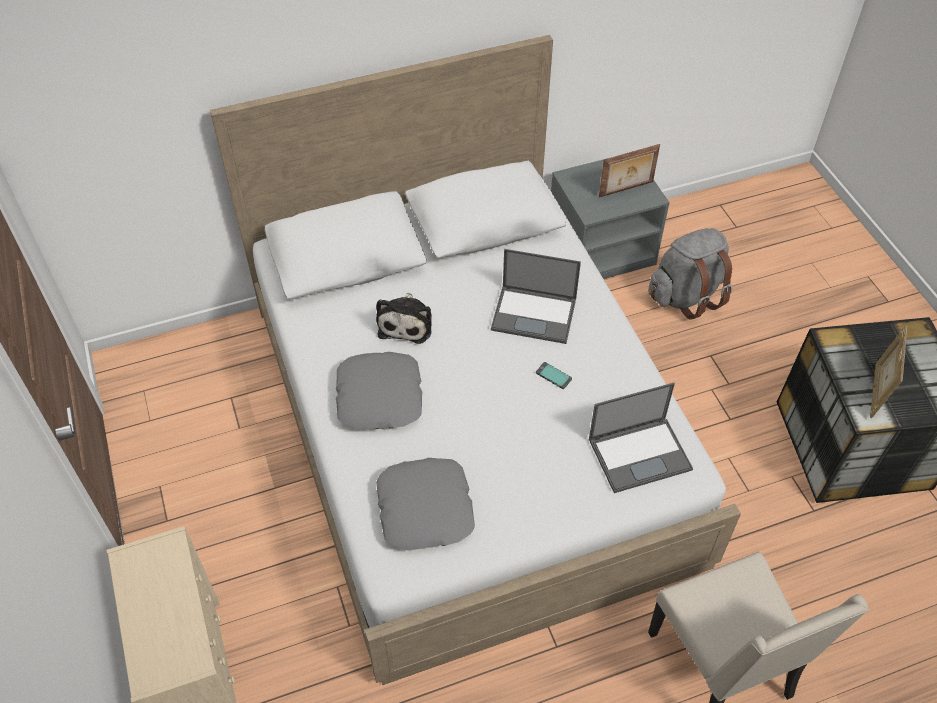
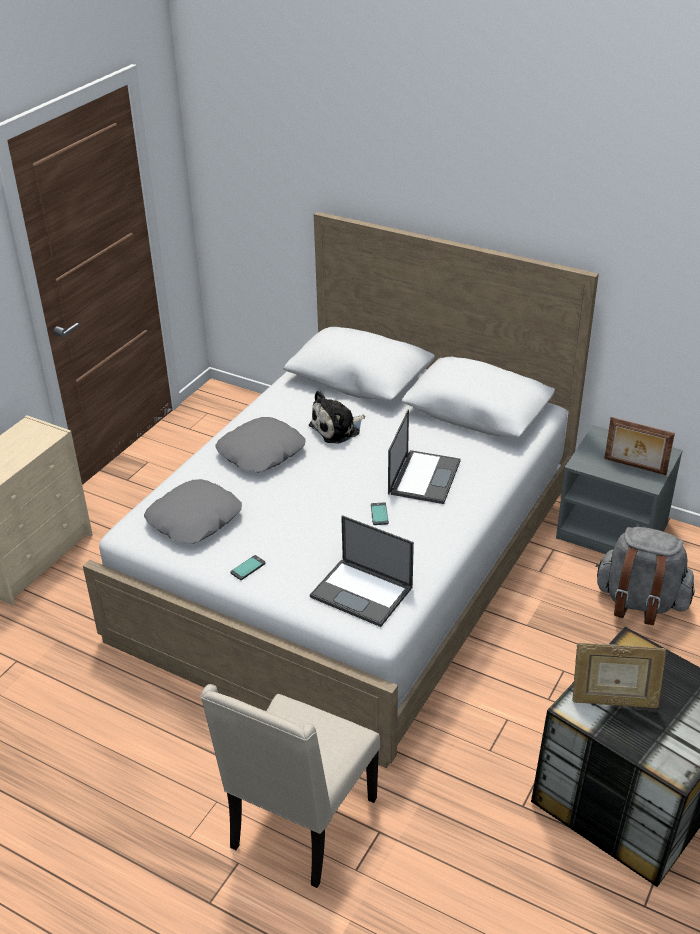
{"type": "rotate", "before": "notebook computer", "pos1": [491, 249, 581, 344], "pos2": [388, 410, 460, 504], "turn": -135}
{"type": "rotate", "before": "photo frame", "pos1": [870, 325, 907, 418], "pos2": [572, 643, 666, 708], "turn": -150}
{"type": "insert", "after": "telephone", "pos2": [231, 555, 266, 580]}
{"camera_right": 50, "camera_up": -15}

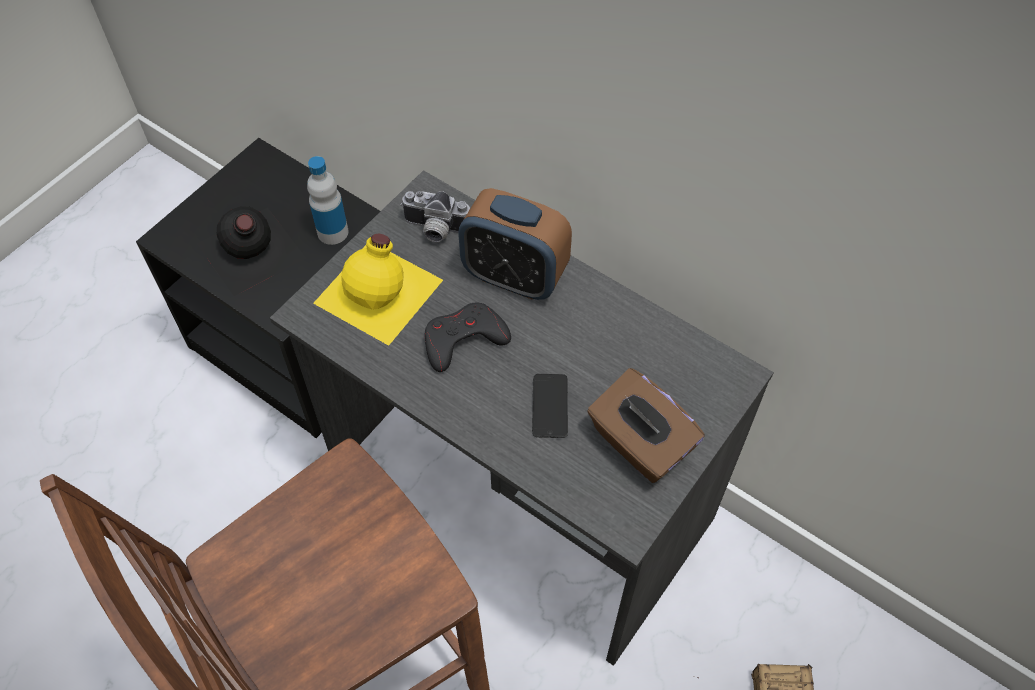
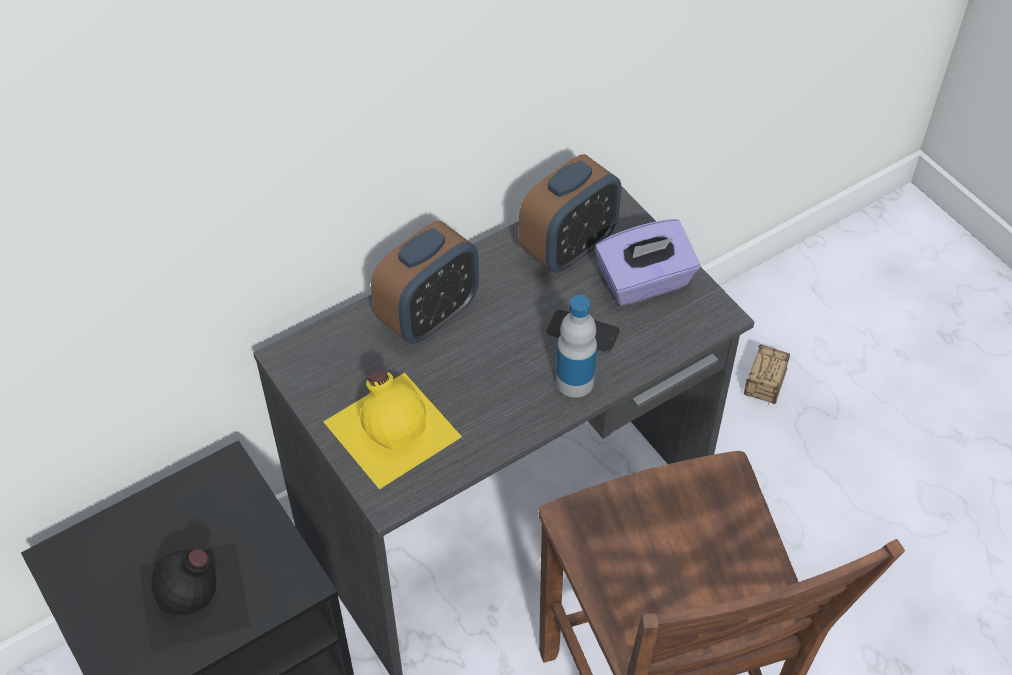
{"type": "move", "before": "bottle", "pos1": [307, 156, 348, 245], "pos2": [556, 295, 597, 398]}
{"type": "delete", "before": "still camera", "pos1": [401, 191, 470, 242]}
{"type": "delete", "before": "game controller/blackish", "pos1": [425, 302, 511, 372]}
{"type": "recolor", "before": "tissue box/brown", "after": "tissue box/purple", "pos1": [587, 368, 705, 483], "pos2": [595, 219, 700, 306]}
{"type": "insert", "after": "bedside clock", "pos2": [519, 154, 621, 273]}
{"camera_right": -70, "camera_up": -5}

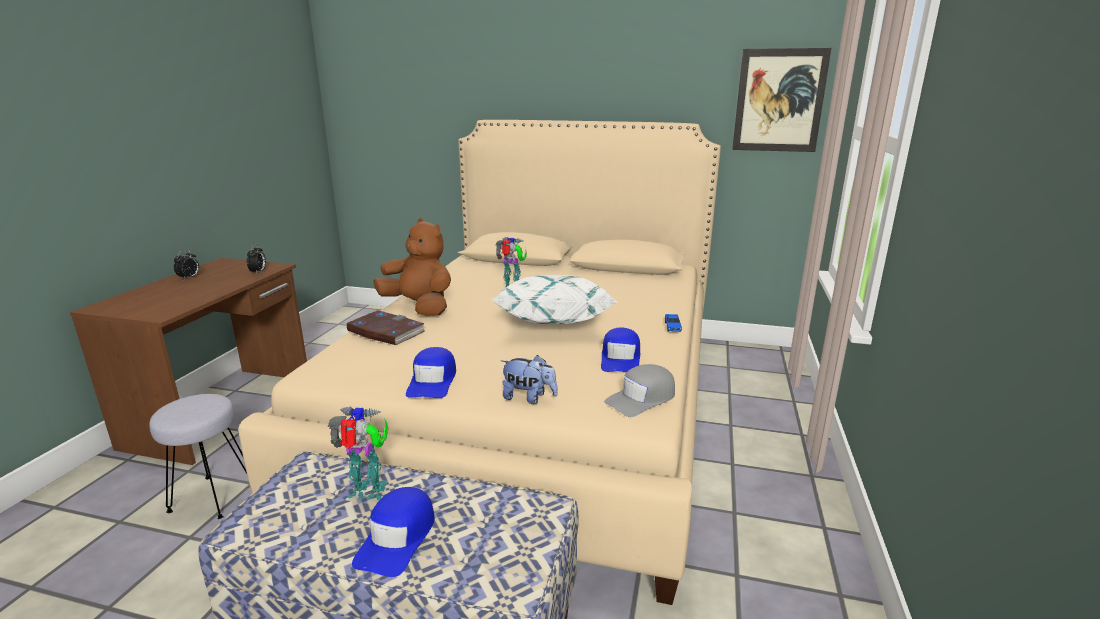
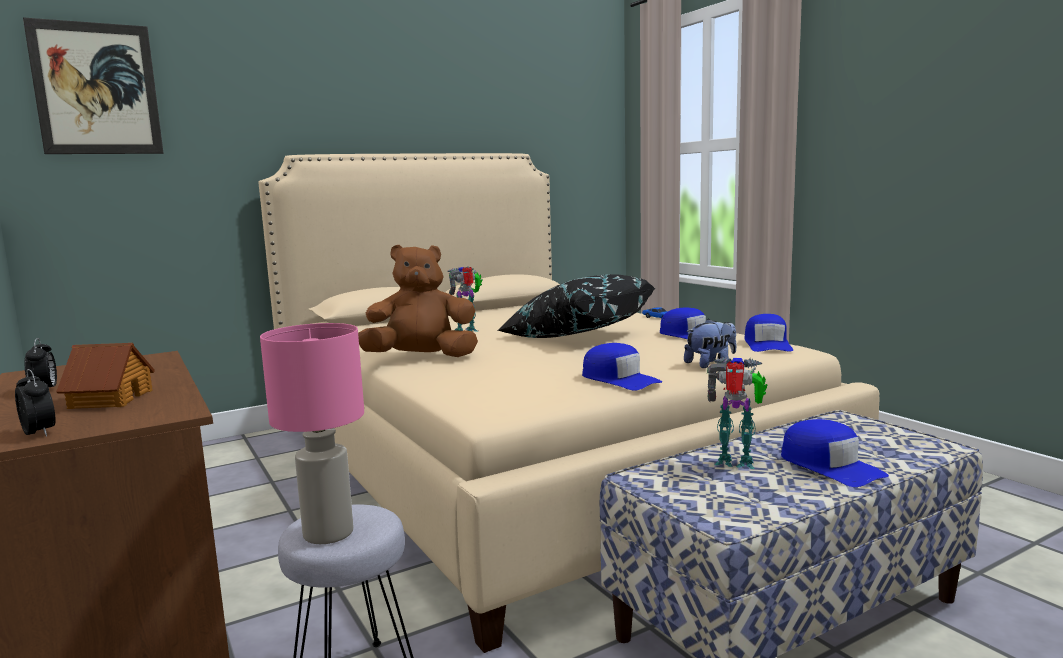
{"type": "move", "before": "wall art", "pos1": [732, 48, 831, 152], "pos2": [23, 17, 164, 154]}
{"type": "move", "before": "bedside clock", "pos1": [247, 244, 266, 274], "pos2": [15, 369, 55, 437]}
{"type": "recolor", "before": "cushion/whitish", "after": "cushion/blackish", "pos1": [491, 275, 618, 324], "pos2": [497, 274, 655, 338]}
{"type": "delete", "before": "book", "pos1": [347, 310, 426, 345]}
{"type": "recolor", "before": "baseball cap/greyish", "after": "baseball cap/blue-coloured", "pos1": [604, 364, 675, 417], "pos2": [744, 314, 793, 352]}
{"type": "rotate", "before": "model robot", "pos1": [328, 406, 388, 500], "pos2": [707, 357, 767, 469], "turn": 60}
{"type": "insert", "after": "tabletop lamp/pink-coloured", "pos2": [260, 323, 364, 544]}
{"type": "insert", "after": "model house", "pos2": [56, 343, 155, 409]}
{"camera_right": -45, "camera_up": -10}

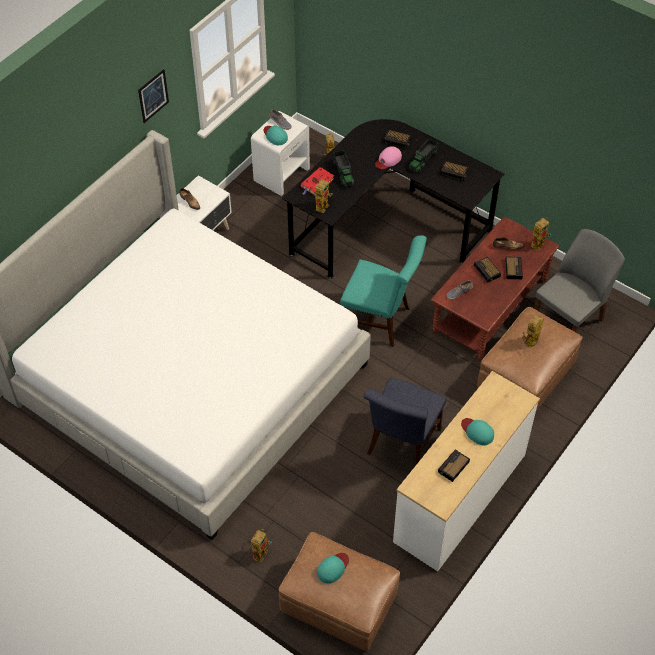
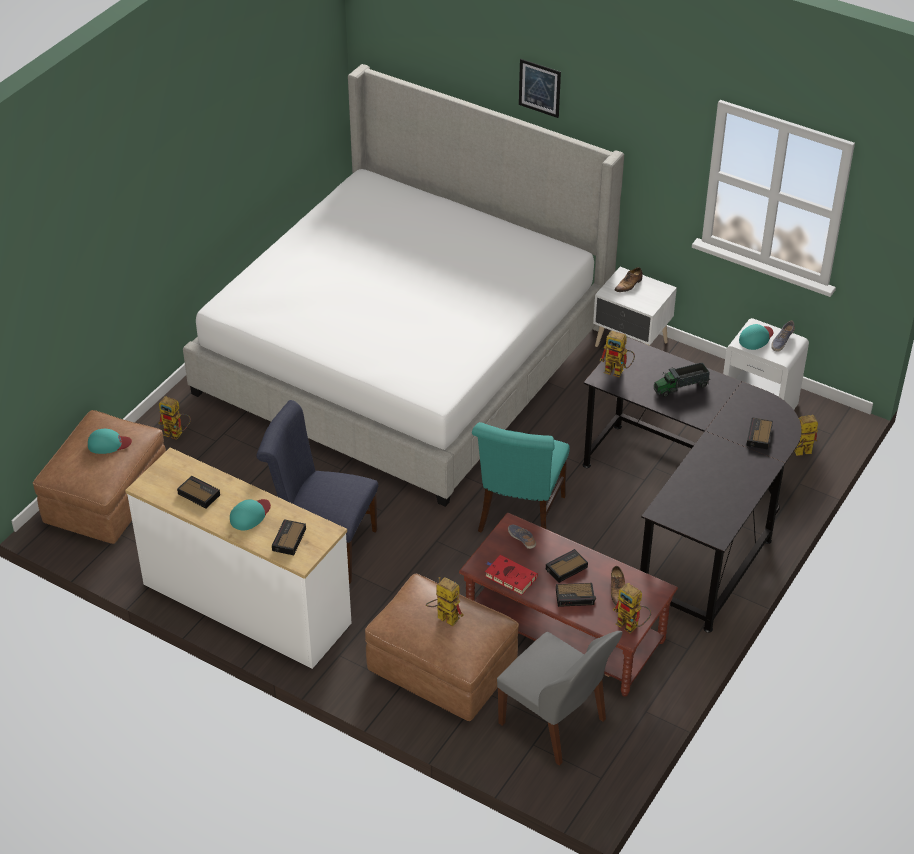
{"type": "move", "before": "wall art", "pos1": [138, 69, 169, 123], "pos2": [519, 59, 561, 118]}
{"type": "delete", "before": "toy truck", "pos1": [409, 138, 439, 172]}
{"type": "delete", "before": "baseball cap/pink-coloured", "pos1": [375, 146, 402, 169]}
{"type": "move", "before": "bedside clock", "pos1": [440, 161, 468, 181], "pos2": [272, 519, 306, 555]}
{"type": "move", "before": "book/reddish", "pos1": [300, 167, 334, 195], "pos2": [485, 555, 538, 595]}
{"type": "rotate", "before": "baseball cap/blue-green", "pos1": [317, 553, 349, 584], "pos2": [88, 429, 132, 454], "turn": -45}
{"camera_right": 85, "camera_up": -10}

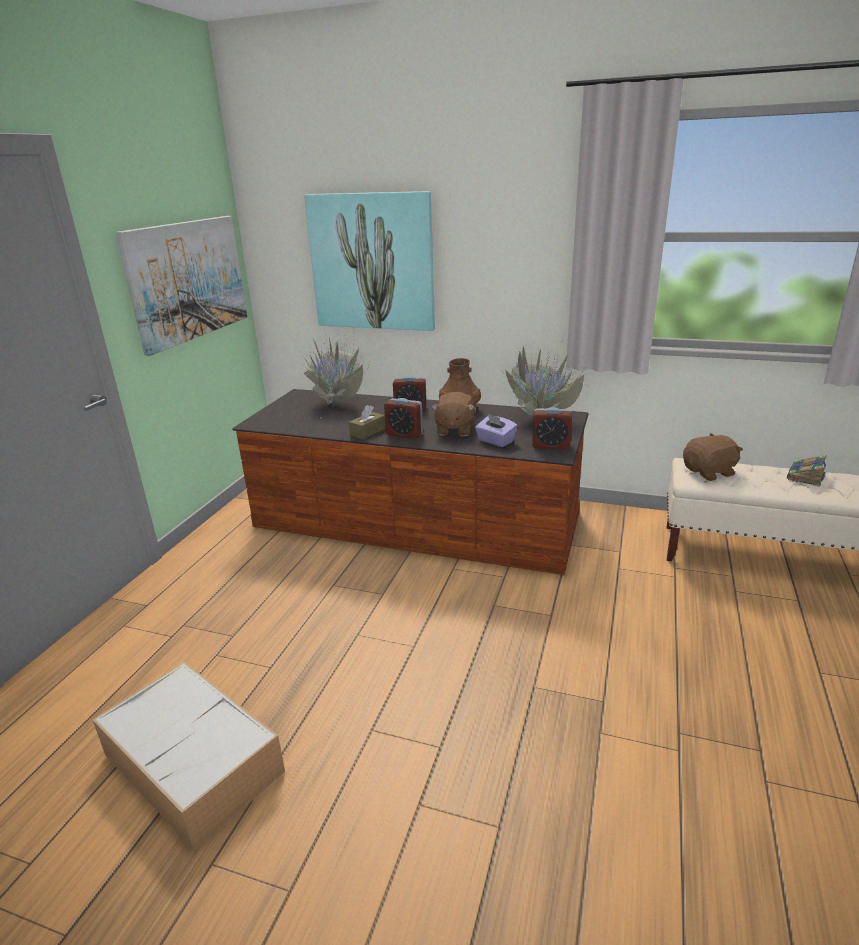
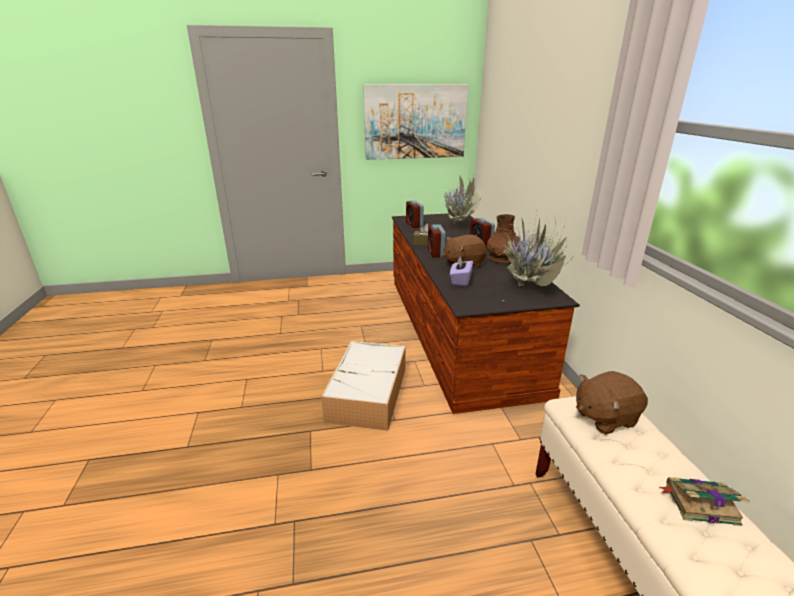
{"type": "delete", "before": "wall art", "pos1": [304, 191, 435, 331]}
{"type": "move", "before": "bedside clock", "pos1": [532, 407, 572, 449], "pos2": [406, 200, 424, 228]}
{"type": "rotate", "before": "soft toy/brown", "pos1": [683, 433, 743, 481], "pos2": [576, 371, 648, 435], "turn": 120}
{"type": "move", "before": "storage container", "pos1": [92, 662, 285, 850], "pos2": [321, 341, 406, 431]}
{"camera_right": 60, "camera_up": 0}

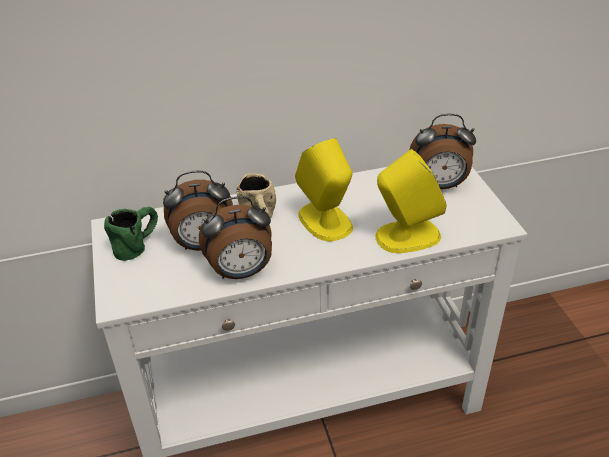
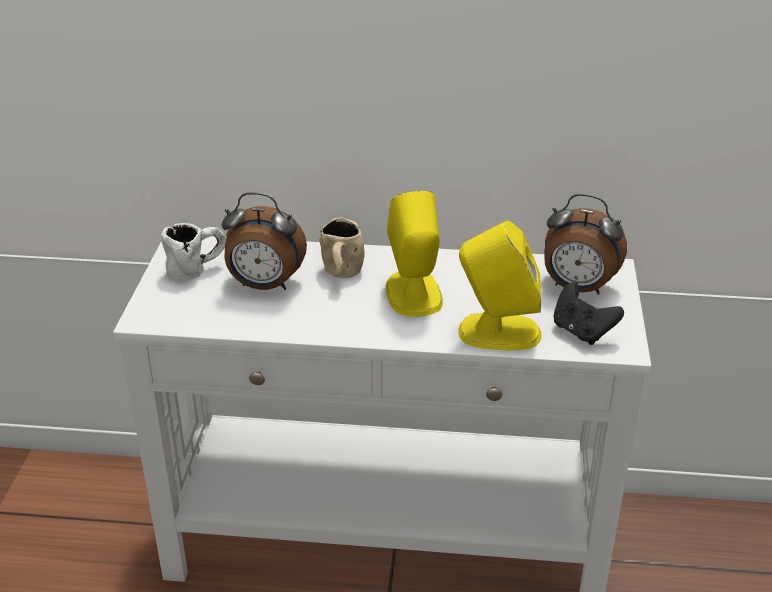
{"type": "delete", "before": "bedside clock", "pos1": [199, 196, 272, 279]}
{"type": "recolor", "before": "coffee mug/green-coloured", "after": "coffee mug/whitish", "pos1": [104, 207, 158, 261], "pos2": [161, 223, 226, 281]}
{"type": "insert", "after": "game controller/blackish", "pos2": [554, 282, 624, 345]}
{"camera_right": 20, "camera_up": -5}

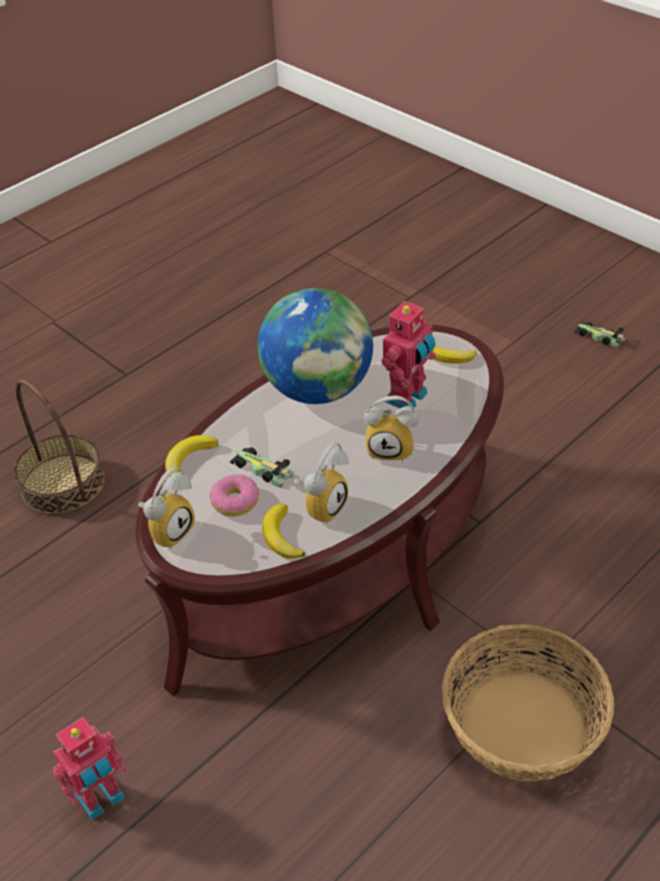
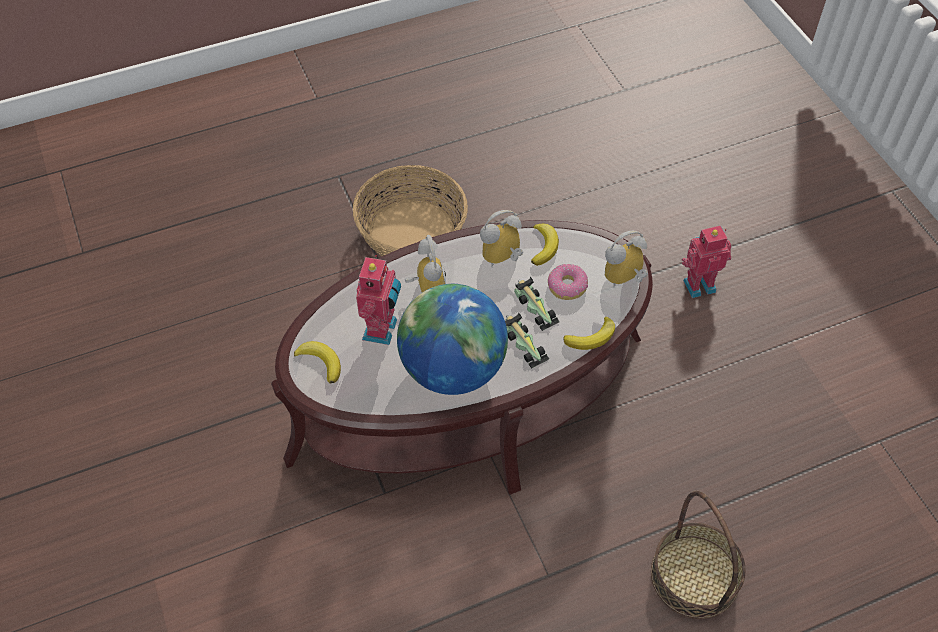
{"type": "rotate", "before": "model robot", "pos1": [382, 300, 436, 408], "pos2": [356, 255, 401, 345], "turn": 135}
{"type": "move", "before": "miniature car", "pos1": [573, 322, 626, 348], "pos2": [505, 312, 549, 368]}
{"type": "rotate", "before": "bedside clock", "pos1": [364, 396, 419, 462], "pos2": [405, 235, 446, 292], "turn": 45}
{"camera_right": -160, "camera_up": 10}

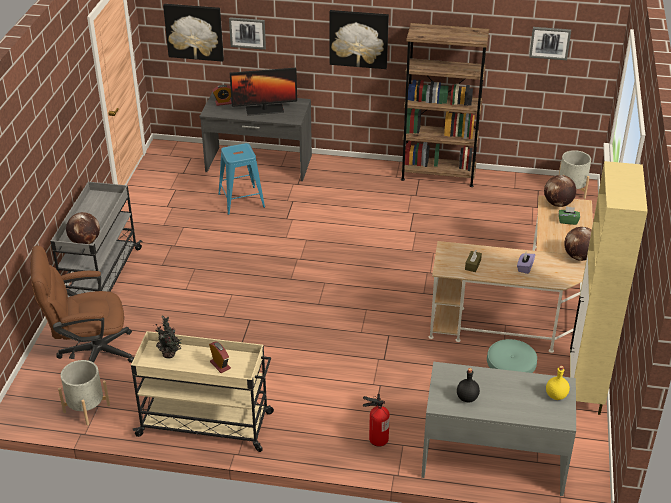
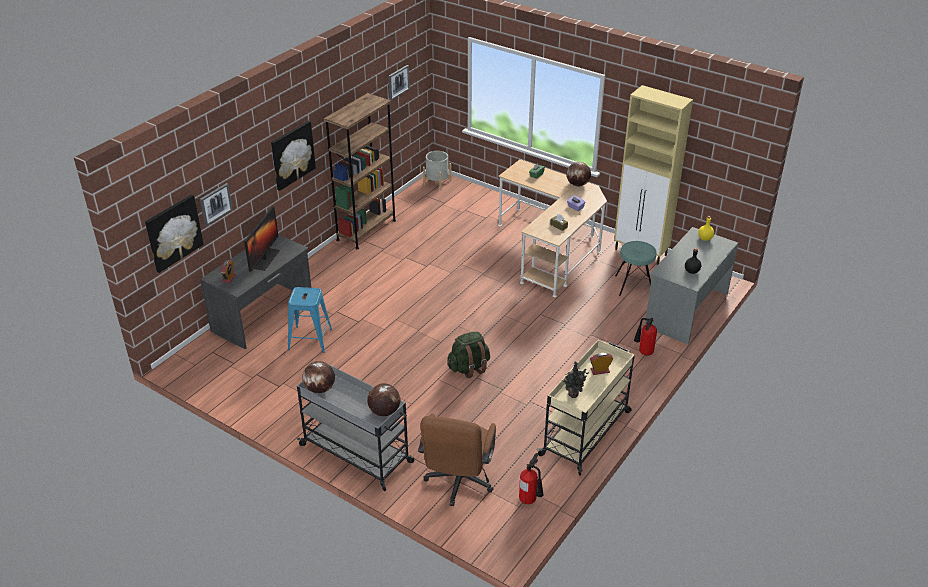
{"type": "move", "before": "world globe", "pos1": [544, 175, 576, 207], "pos2": [303, 361, 335, 393]}
{"type": "replace", "before": "flower pot/greyish", "after": "fire-fighting cylinder", "pos1": [58, 360, 110, 425], "pos2": [519, 453, 544, 504]}
{"type": "insert", "after": "backpack/green-coloured", "pos2": [447, 332, 490, 378]}
{"camera_right": -65, "camera_up": 0}

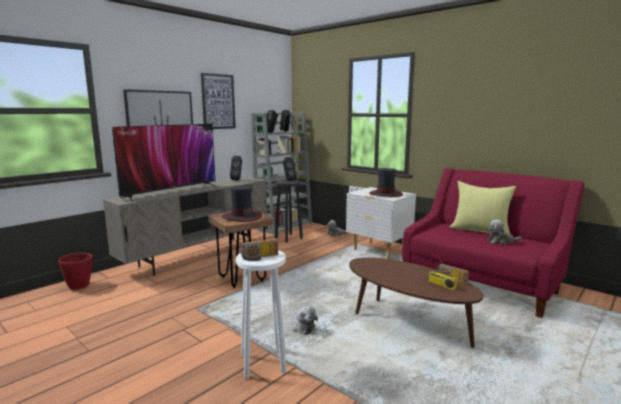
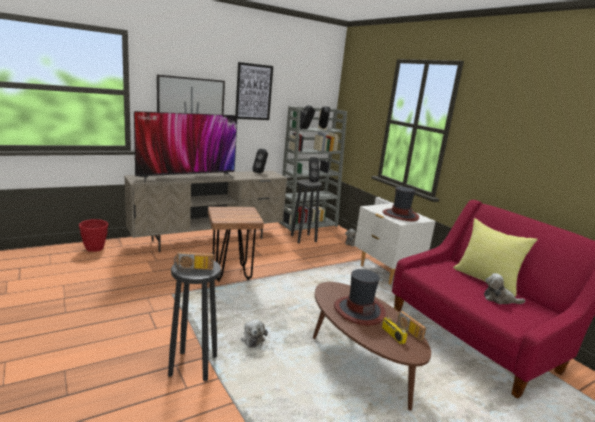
{"type": "move", "before": "wearable hat", "pos1": [222, 186, 262, 222], "pos2": [334, 269, 386, 326]}
{"type": "recolor", "before": "sitting stool/whitish", "after": "sitting stool/blackish", "pos1": [236, 250, 286, 379], "pos2": [168, 261, 221, 381]}
{"camera_right": 15, "camera_up": 5}

